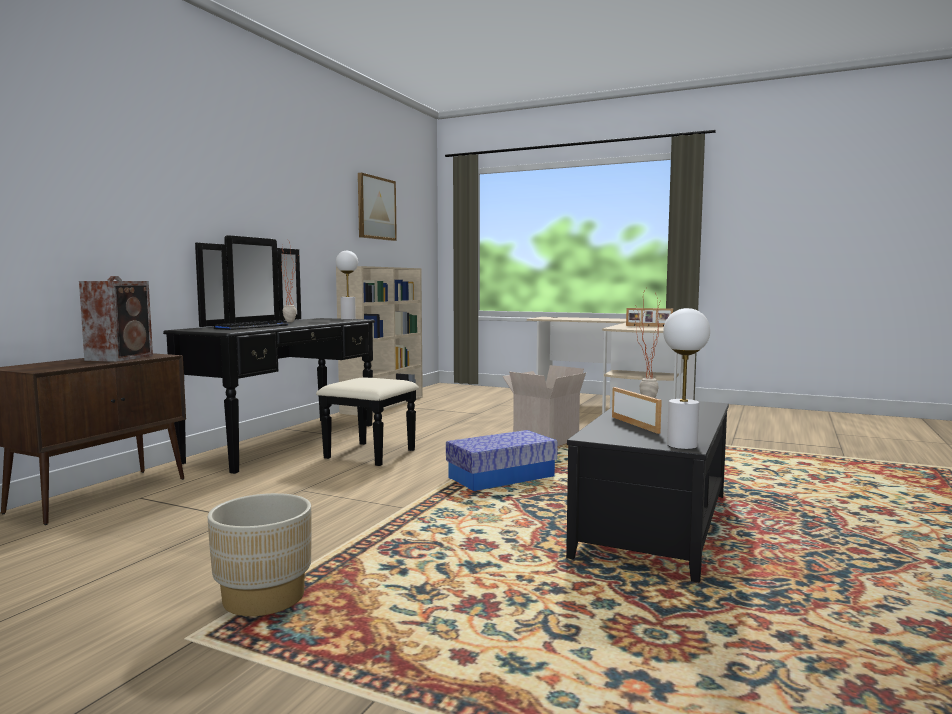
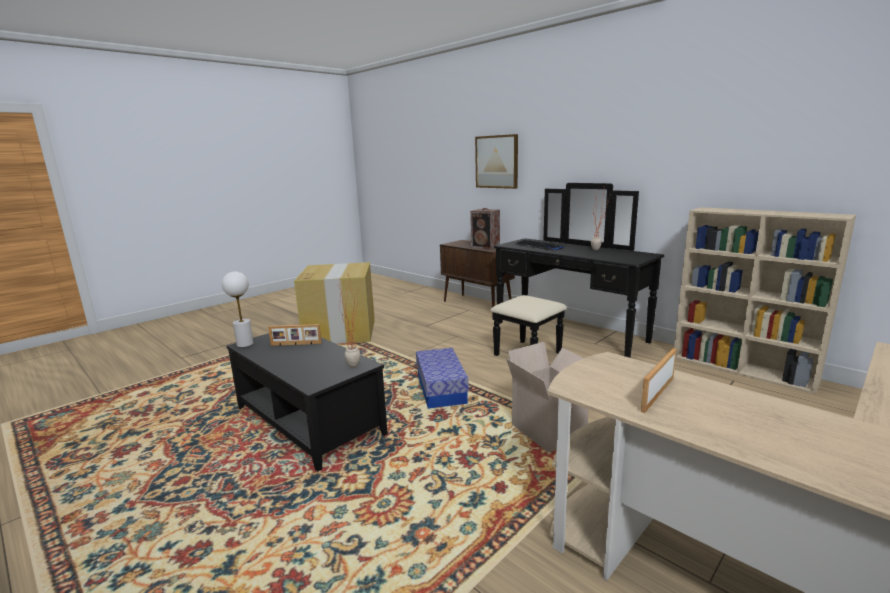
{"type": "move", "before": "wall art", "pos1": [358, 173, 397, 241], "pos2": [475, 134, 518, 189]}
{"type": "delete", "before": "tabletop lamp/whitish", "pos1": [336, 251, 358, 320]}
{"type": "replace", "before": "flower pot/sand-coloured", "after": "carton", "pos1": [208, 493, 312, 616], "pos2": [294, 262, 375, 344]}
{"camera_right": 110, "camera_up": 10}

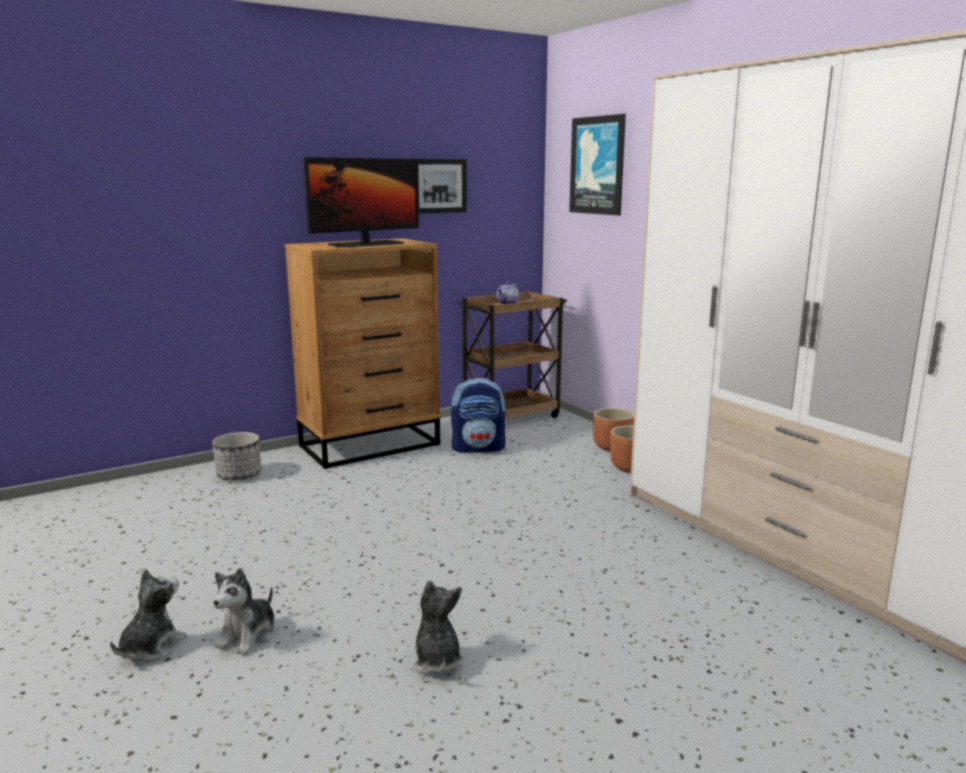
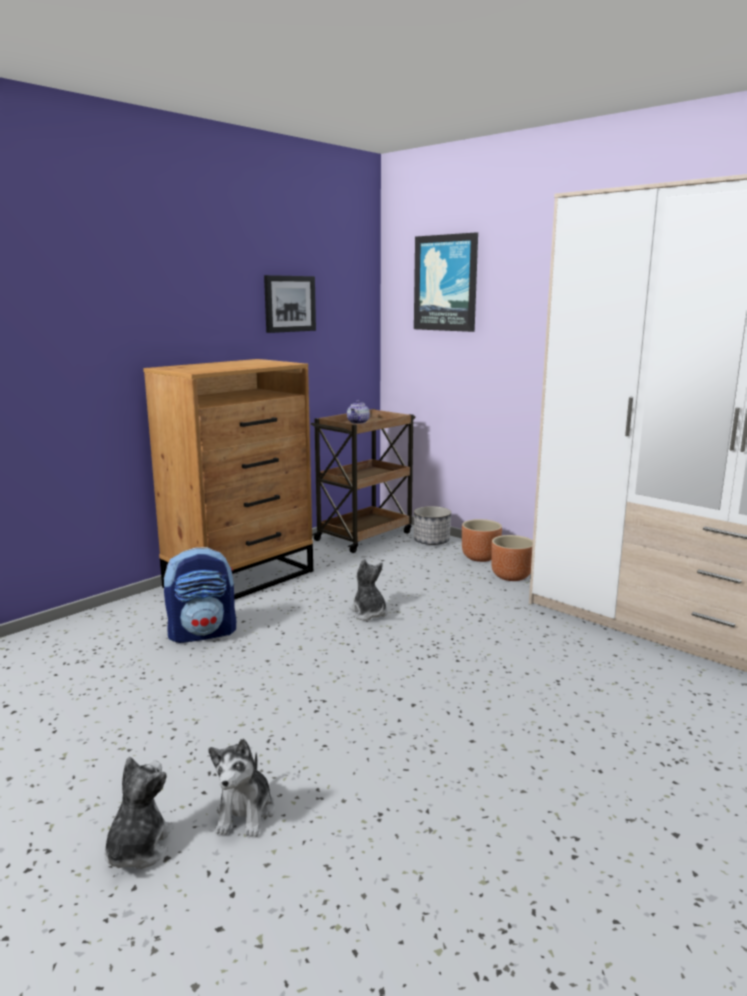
{"type": "delete", "before": "computer display", "pos1": [303, 157, 419, 248]}
{"type": "move", "before": "backpack", "pos1": [451, 378, 506, 453], "pos2": [164, 547, 236, 643]}
{"type": "move", "before": "flower pot", "pos1": [212, 432, 261, 480], "pos2": [414, 506, 451, 545]}
{"type": "move", "before": "soft toy", "pos1": [410, 580, 464, 675], "pos2": [349, 559, 388, 621]}
{"camera_right": -15, "camera_up": 0}

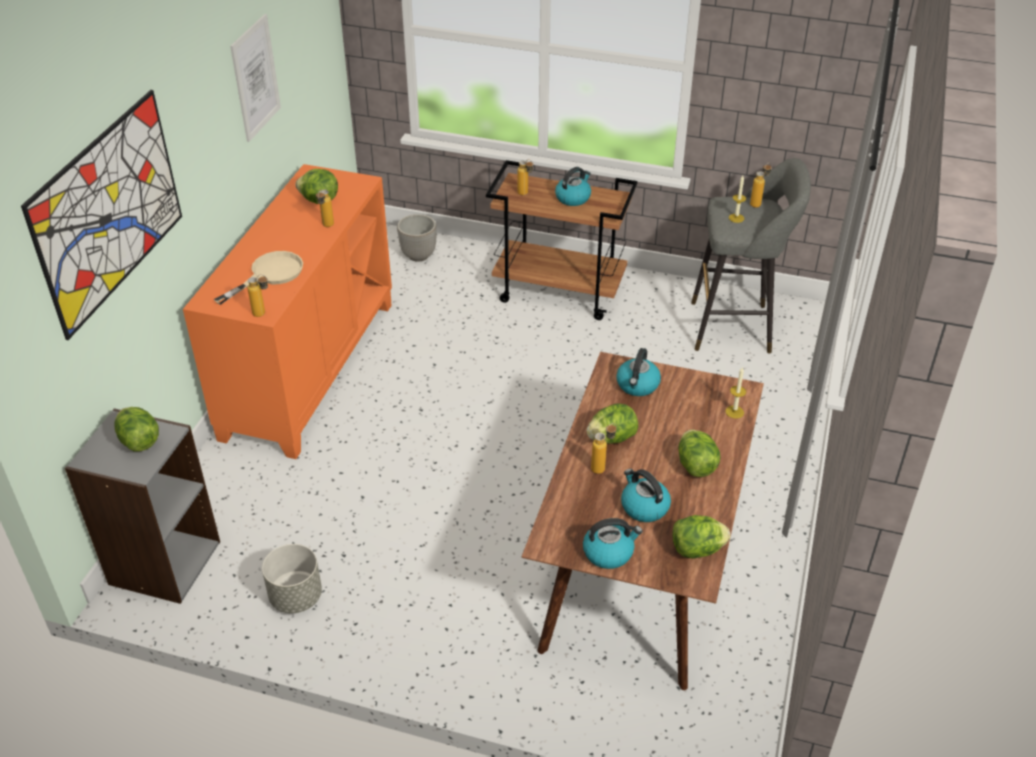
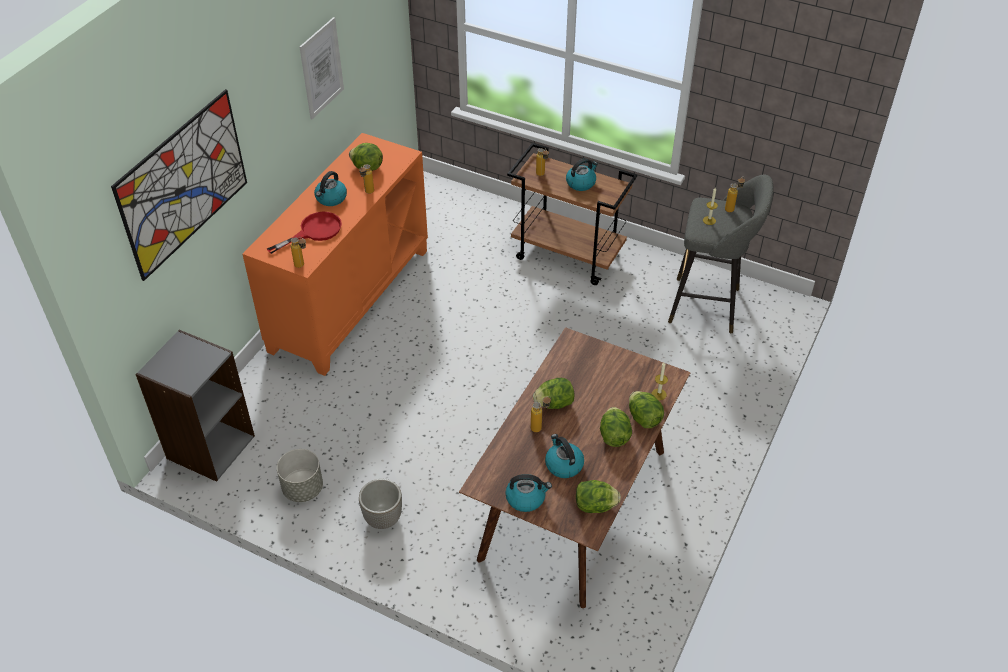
{"type": "move", "before": "flower pot", "pos1": [397, 214, 437, 262], "pos2": [359, 479, 402, 529]}
{"type": "recolor", "before": "frying pan/sand-coloured", "after": "frying pan/reddish", "pos1": [214, 251, 303, 305], "pos2": [267, 212, 342, 254]}
{"type": "move", "before": "water kettle", "pos1": [616, 348, 661, 396], "pos2": [314, 171, 347, 206]}
{"type": "move", "before": "head of lettuce", "pos1": [114, 407, 159, 452], "pos2": [629, 391, 664, 428]}
{"camera_right": 10, "camera_up": 5}

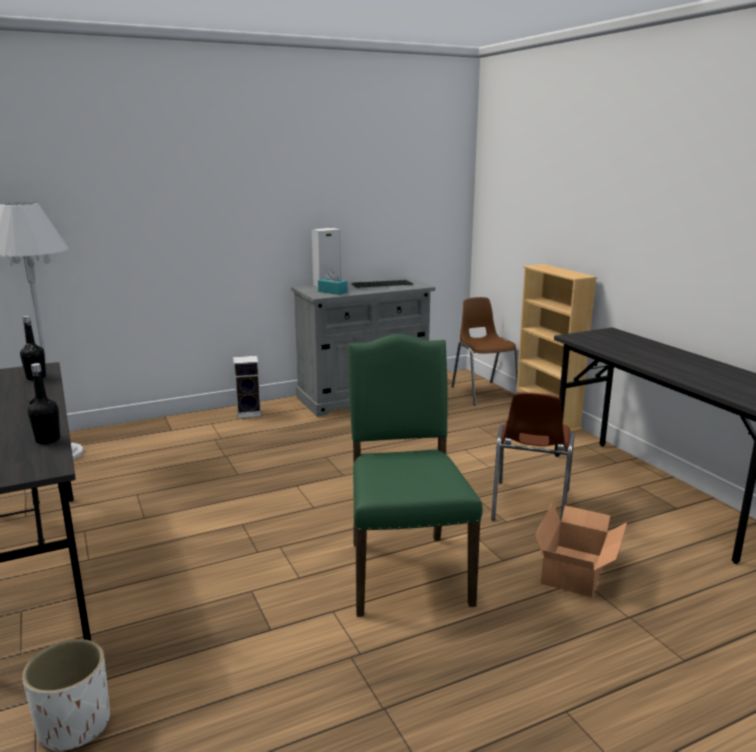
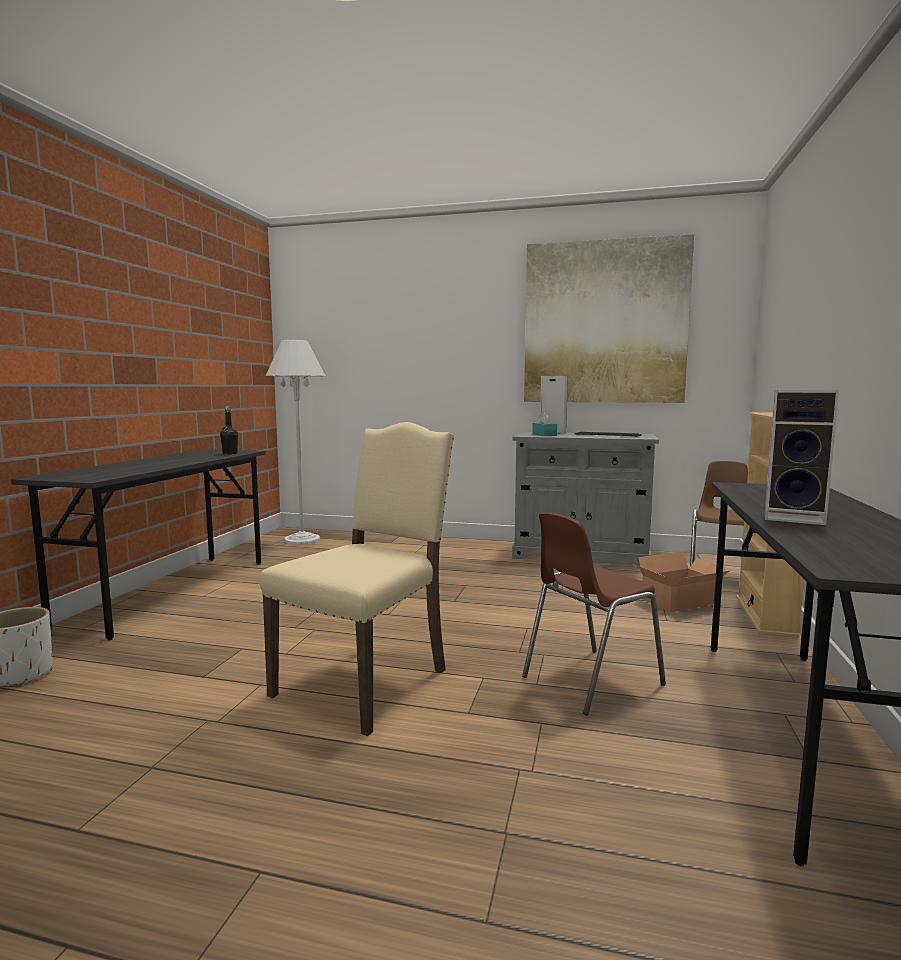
{"type": "recolor", "before": "plain chair/green-coloured", "after": "plain chair/sand-coloured", "pos1": [348, 334, 483, 617], "pos2": [260, 422, 454, 736]}
{"type": "move", "before": "speaker", "pos1": [233, 356, 261, 418], "pos2": [765, 390, 839, 525]}
{"type": "delete", "before": "bottle/blackish", "pos1": [28, 363, 60, 444]}
{"type": "move", "before": "carton", "pos1": [535, 502, 627, 597], "pos2": [638, 551, 731, 612]}
{"type": "insert", "after": "wall art", "pos2": [524, 234, 694, 403]}
{"camera_right": 40, "camera_up": -10}

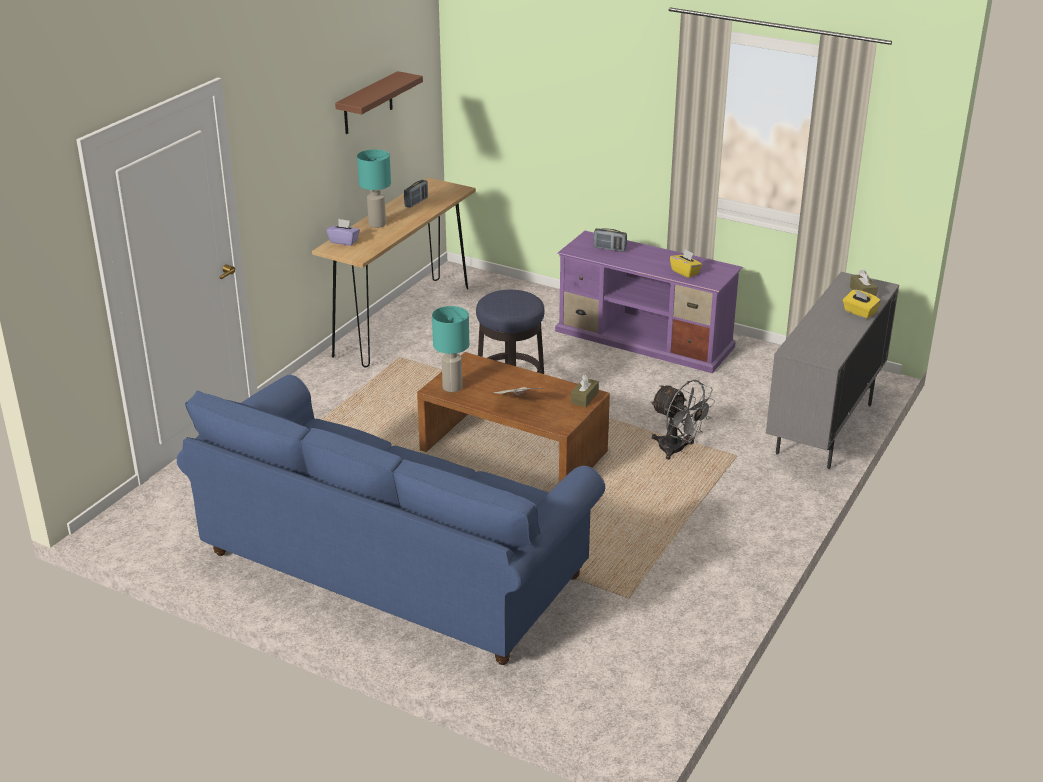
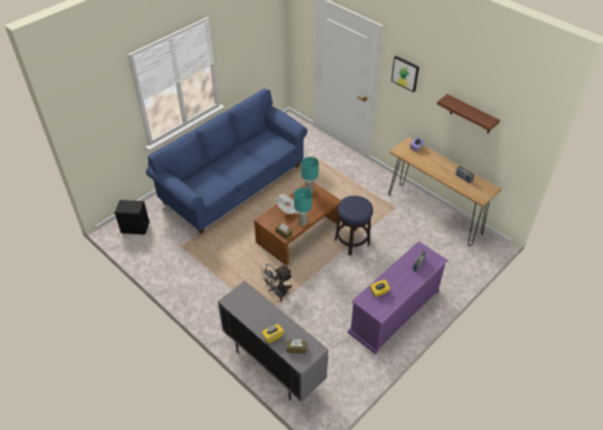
{"type": "move", "before": "tabletop lamp/blue-green", "pos1": [357, 149, 391, 228], "pos2": [294, 188, 312, 226]}
{"type": "insert", "after": "wall art", "pos2": [391, 56, 419, 92]}
{"type": "insert", "after": "speaker/blackish", "pos2": [114, 200, 149, 234]}
{"camera_right": 105, "camera_up": 15}

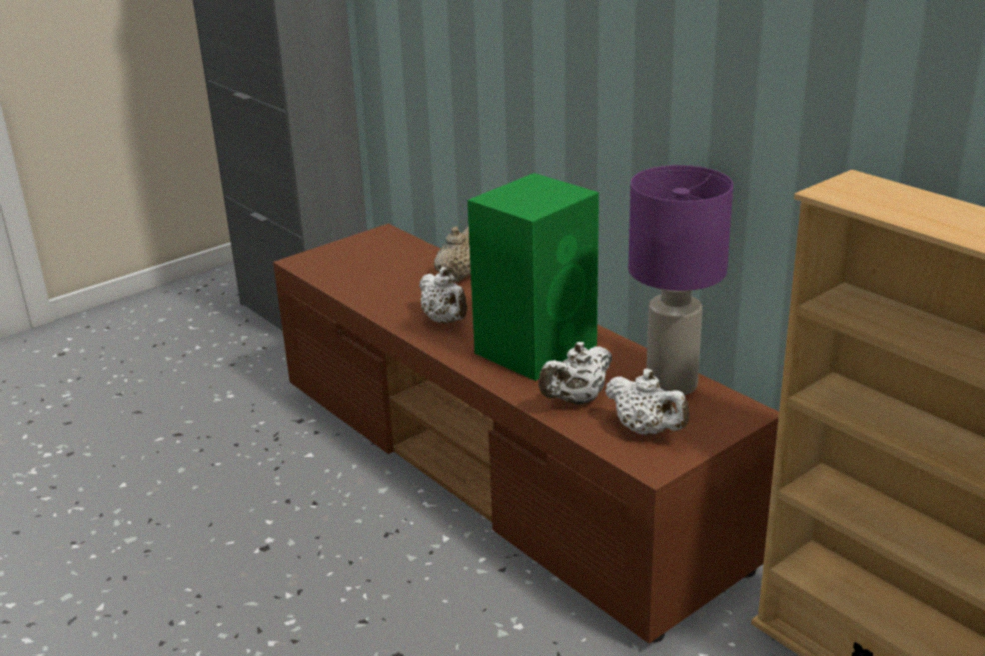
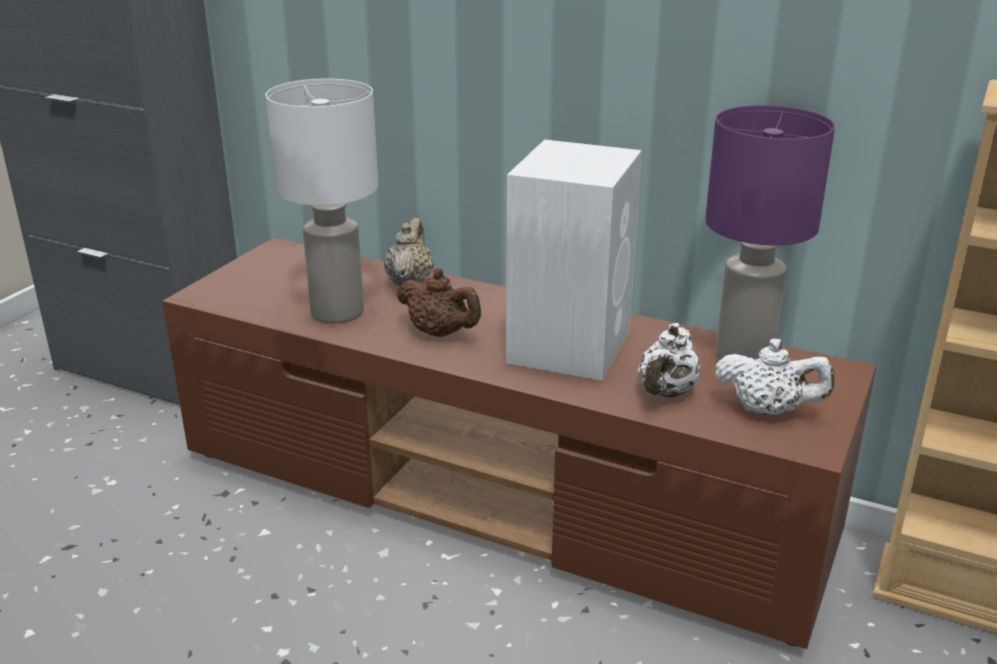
{"type": "recolor", "before": "speaker/green-coloured", "after": "speaker/whitish", "pos1": [467, 173, 599, 381], "pos2": [506, 139, 642, 381]}
{"type": "recolor", "before": "pot for tea/whitish", "after": "pot for tea/brown", "pos1": [419, 267, 467, 324], "pos2": [397, 268, 481, 337]}
{"type": "insert", "after": "tabletop lamp/whitish", "pos2": [265, 79, 378, 323]}
{"camera_right": -25, "camera_up": 0}

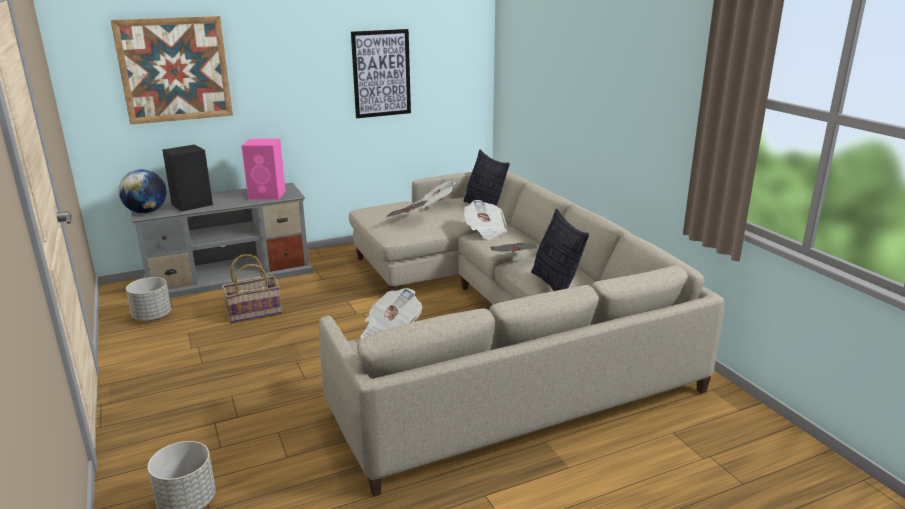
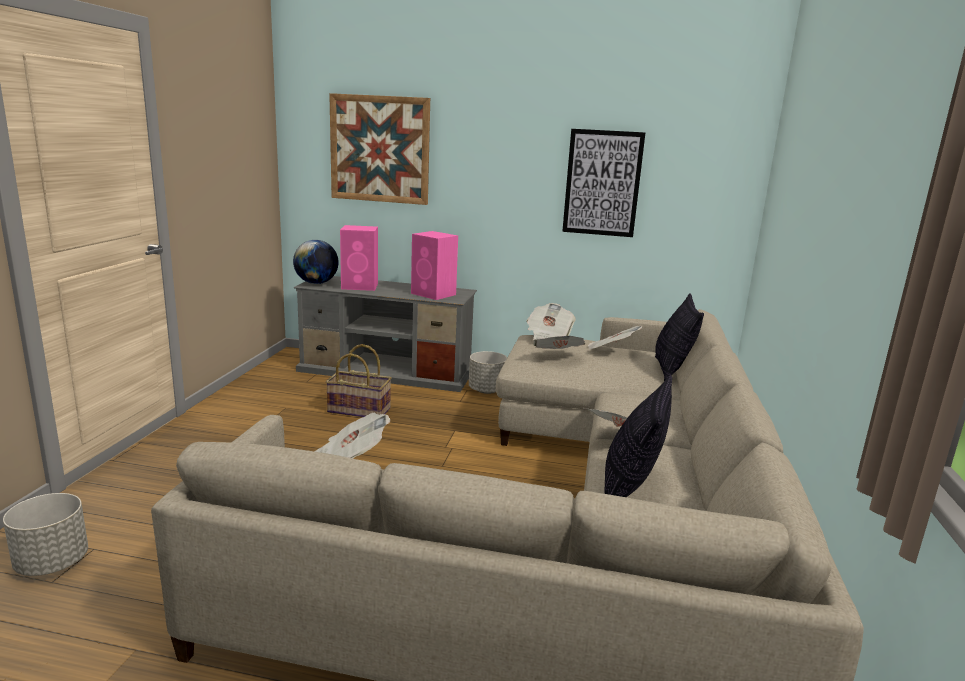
{"type": "recolor", "before": "speaker/blackish", "after": "speaker/pink-coloured", "pos1": [162, 145, 213, 212], "pos2": [340, 225, 378, 291]}
{"type": "move", "before": "daily paper", "pos1": [464, 200, 507, 240], "pos2": [527, 303, 576, 340]}
{"type": "move", "before": "flower pot/greyish", "pos1": [126, 277, 171, 321], "pos2": [469, 351, 507, 394]}
{"camera_right": 35, "camera_up": -5}

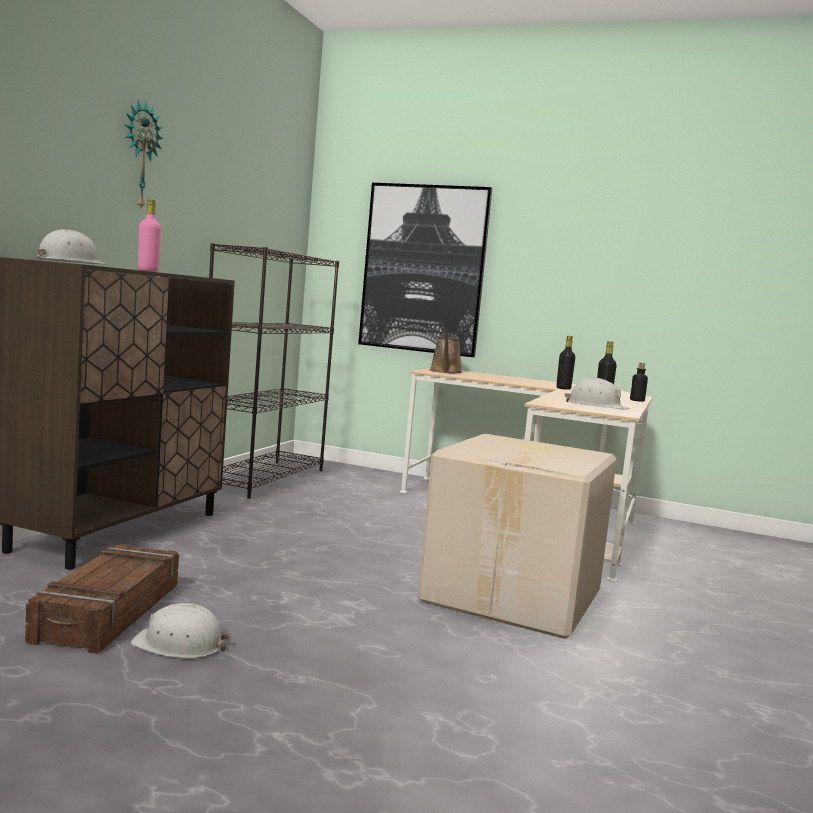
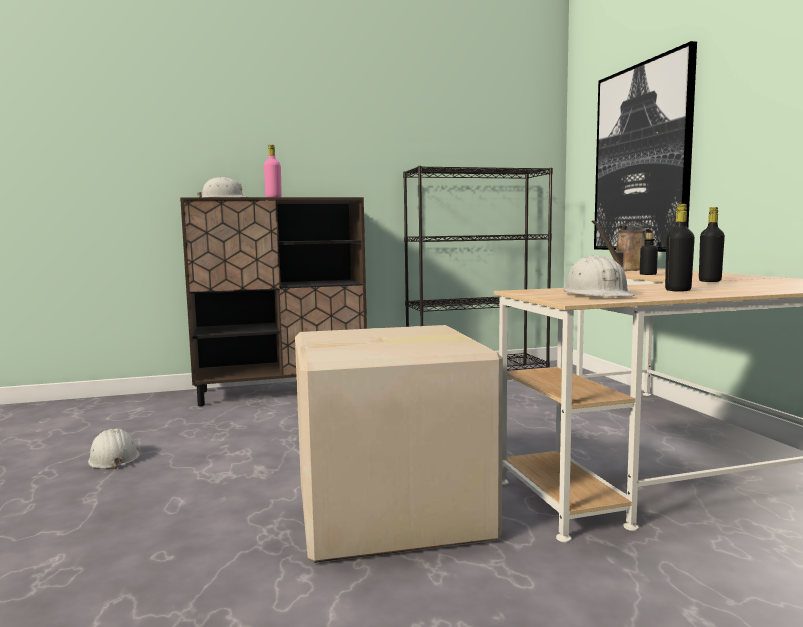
{"type": "delete", "before": "wall clock", "pos1": [125, 101, 163, 208]}
{"type": "move", "before": "bottle", "pos1": [630, 363, 648, 402], "pos2": [640, 233, 658, 275]}
{"type": "delete", "before": "crate", "pos1": [25, 544, 179, 654]}
{"camera_right": 55, "camera_up": 0}

